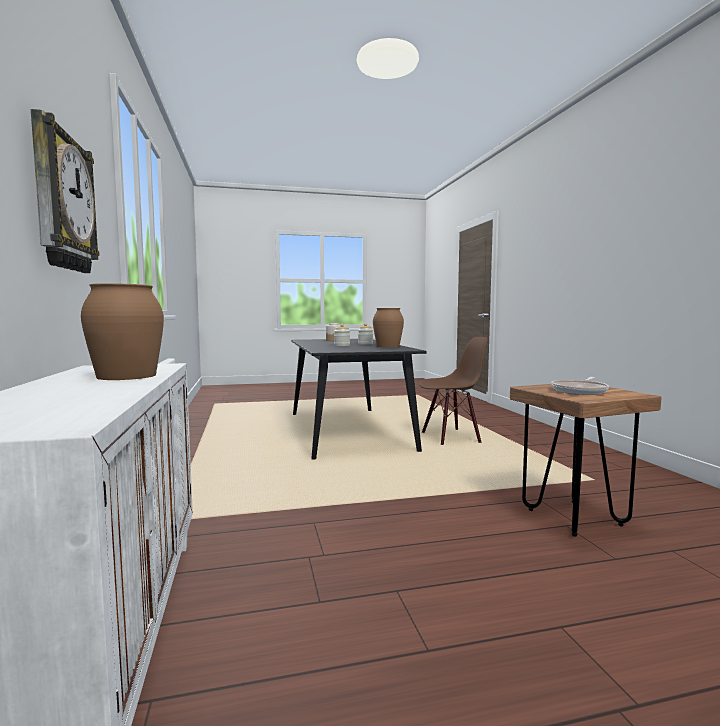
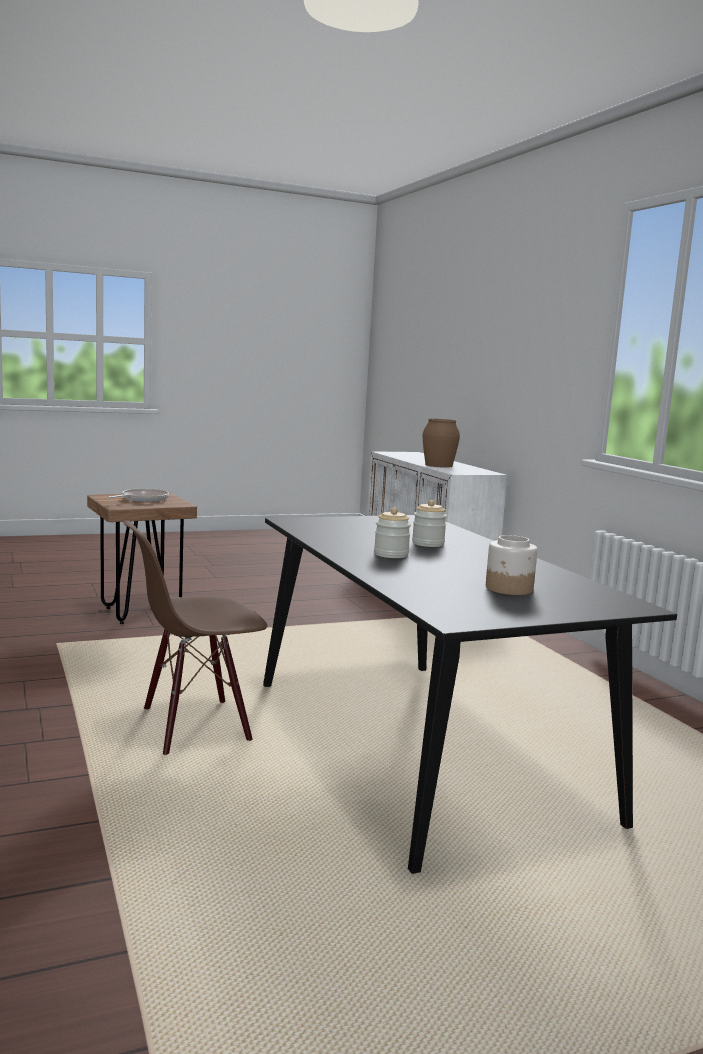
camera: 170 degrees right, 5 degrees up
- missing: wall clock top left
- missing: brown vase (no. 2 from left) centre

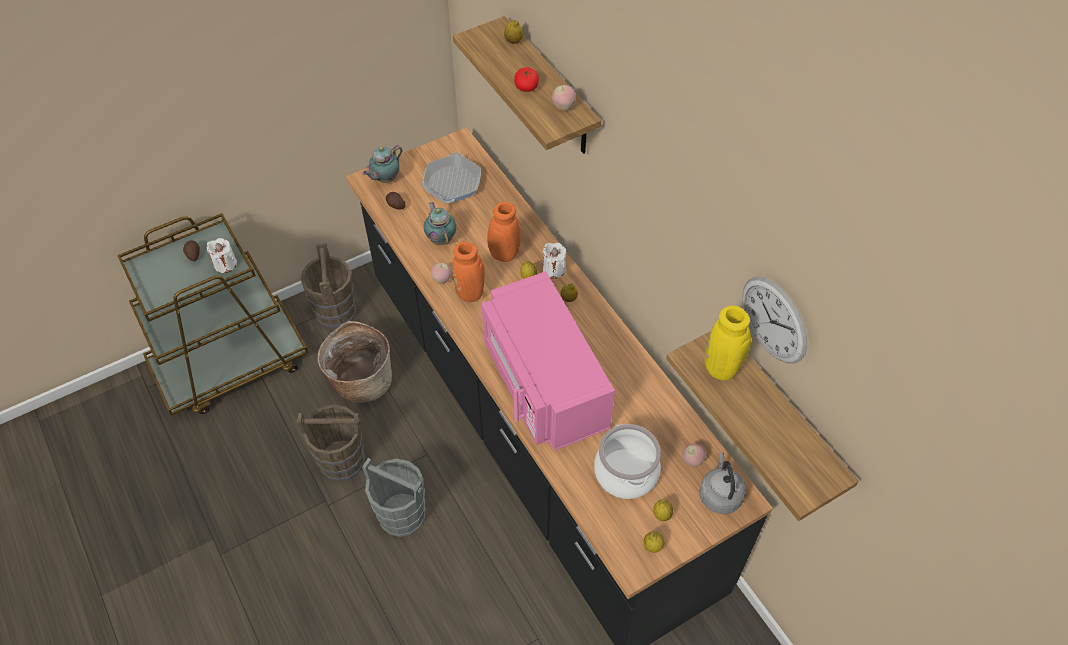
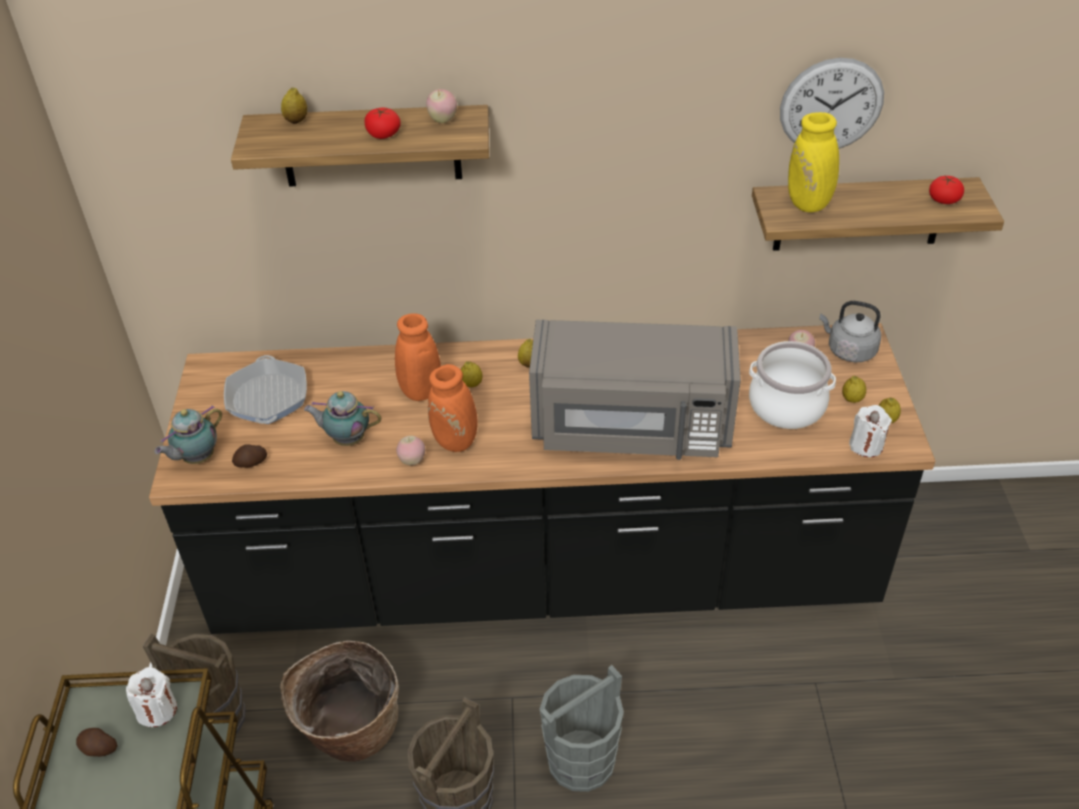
camera: 60 degrees left, 10 degrees down
- spun: teapot (no. 1 from left) top centre = middle left 60 degrees clockwise
- spun: frying pan top centre = middle left 135 degrees counterclockwise
- relocated: white candle (no. 2 from left) centre to middle right
- colour: pink microwave centre to grey microwave centre
- appeared: tomato (no. 2 from left) top right

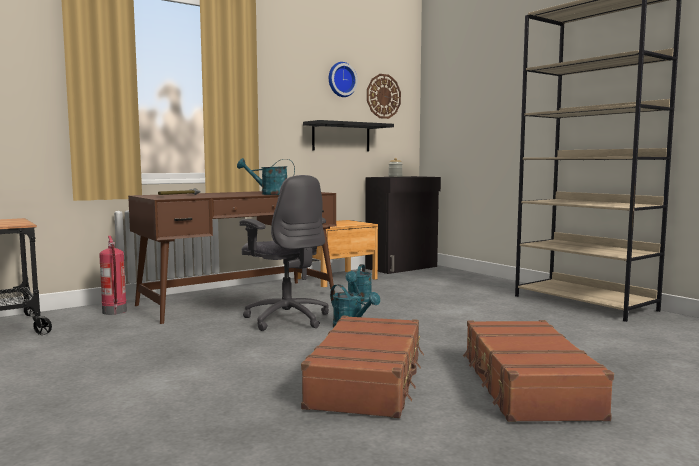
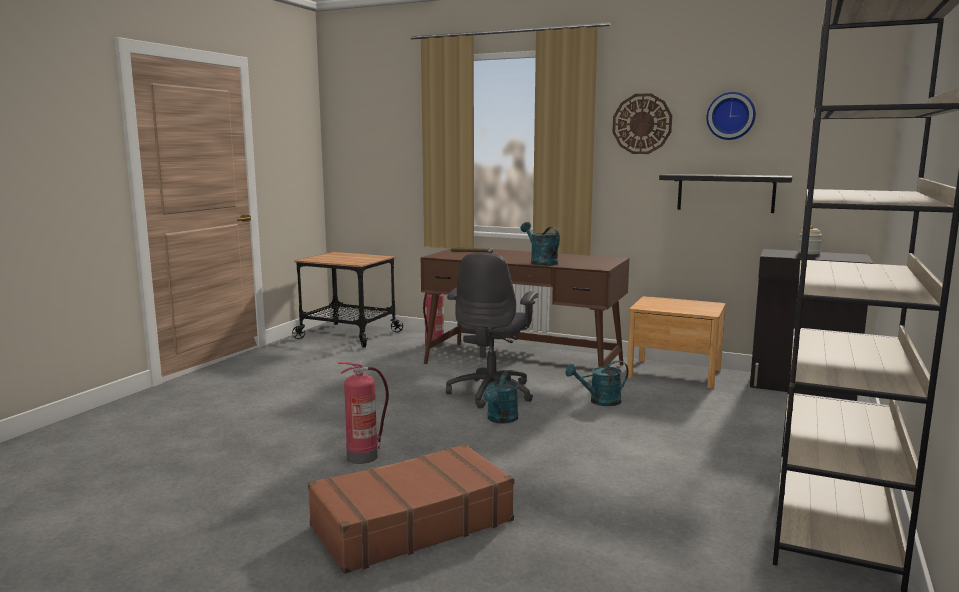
camera: 60 degrees right, 5 degrees up
- relocated: wall clock (no. 2 from left in the first image) top centre to wall clock (no. 1 from left) top right
- exchanged: brown suitcase (no. 1 from left) bottom centre to fire extinguisher (no. 1 from left) bottom centre

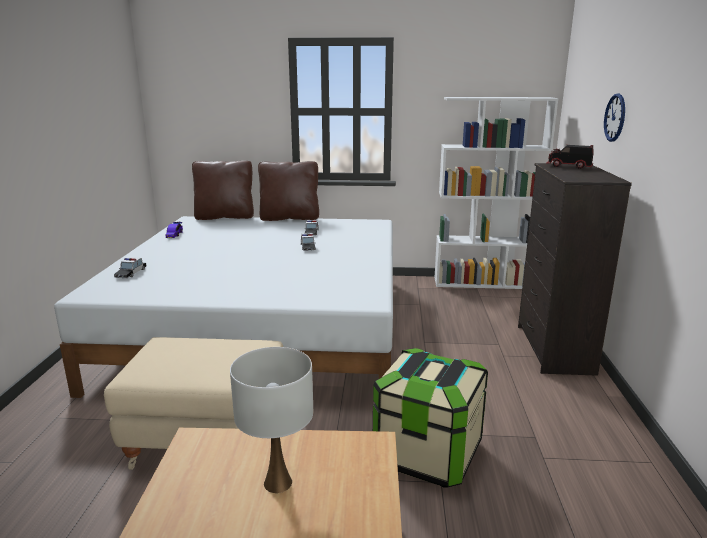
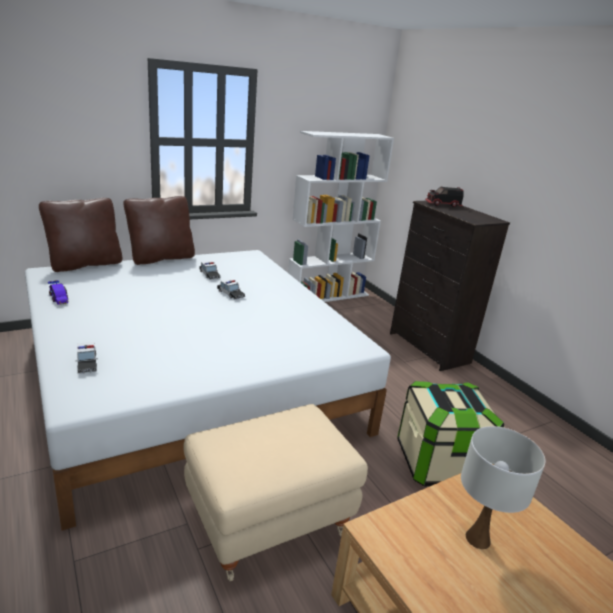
camera: 35 degrees left, 5 degrees up
- missing: wall clock top right

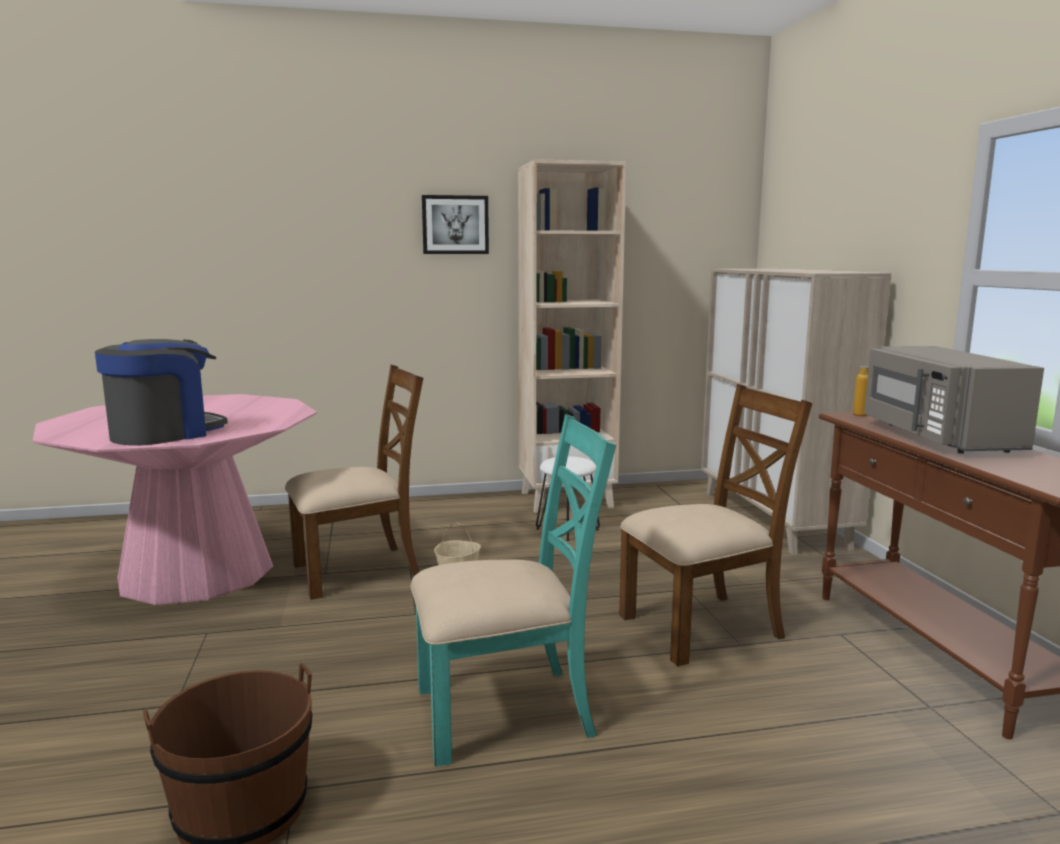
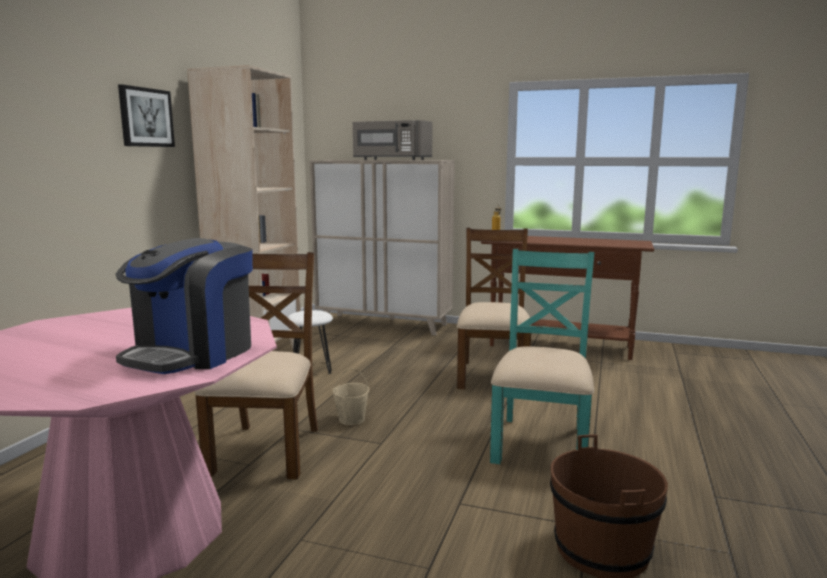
camera: 60 degrees left, 0 degrees up
- spun: coffee machine middle left = middle left 135 degrees counterclockwise
- relocated: grey microwave middle right to top centre

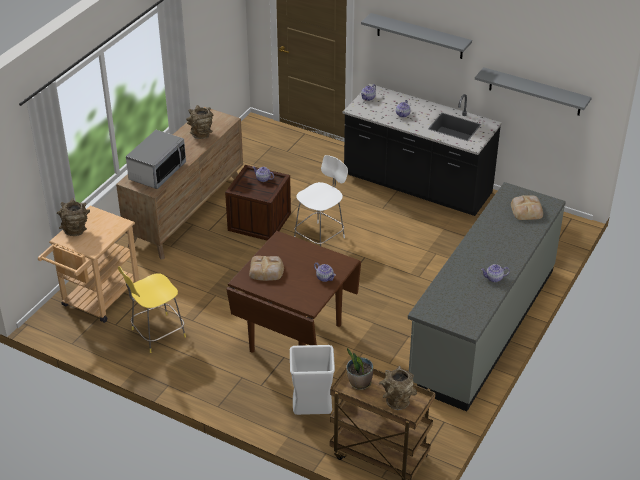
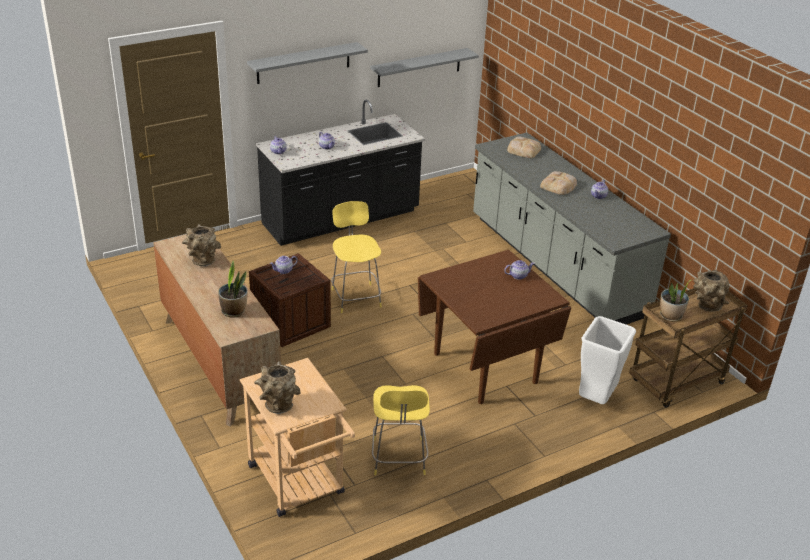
camera: 60 degrees left, 5 degrees down
- exchanged: microwave top left to potted plant (no. 1 from left) middle left
- colour: white stool centre to yellow stool (no. 1 from left) centre
- relocated: bread (no. 1 from left in the first image) centre to bread (no. 2 from left) top right

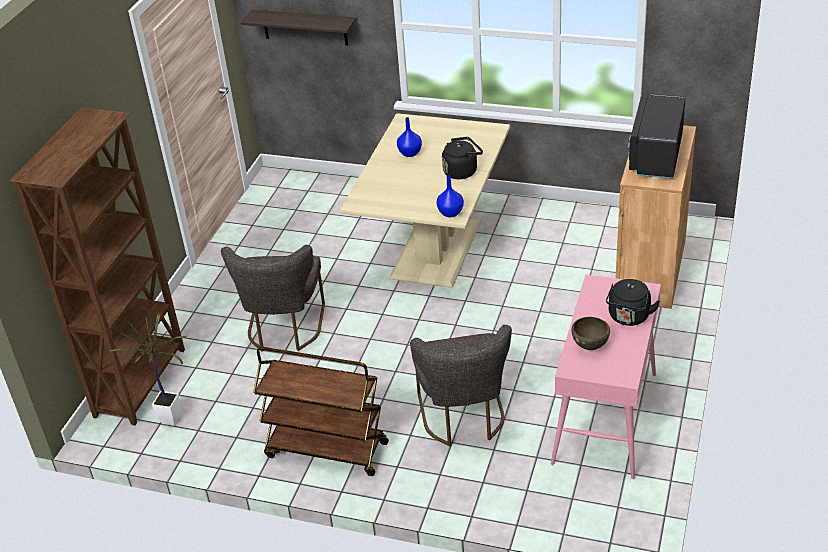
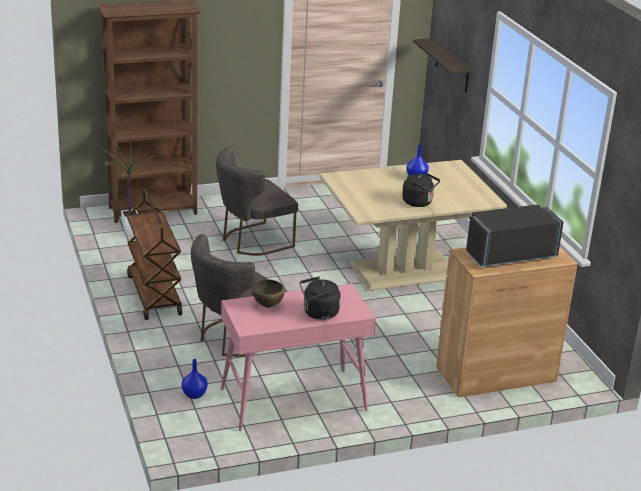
camera: 50 degrees right, 10 degrees down
- relocated: blue vase (no. 2 from left in the first image) centre to blue vase (no. 1 from left) bottom left

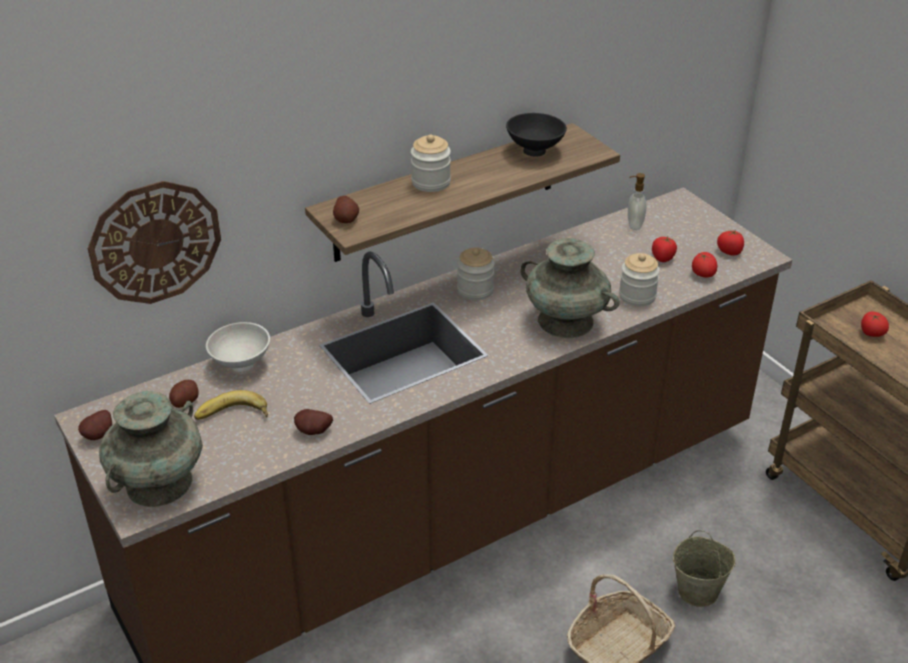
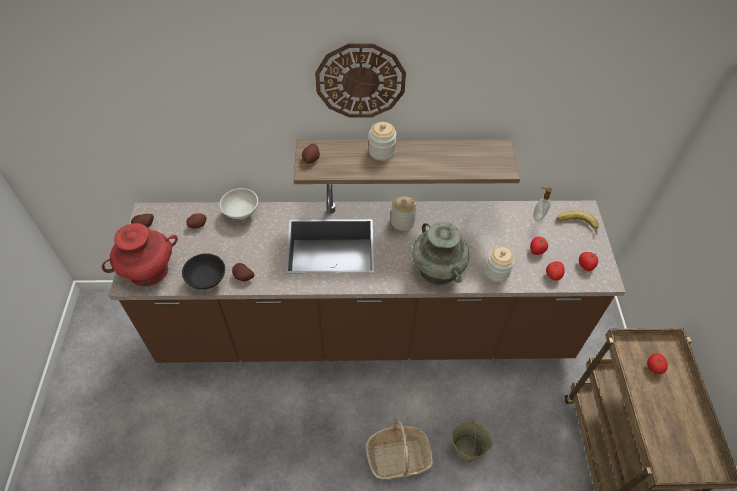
camera: 30 degrees right, 15 degrees up
- relocated: black bowl top centre to middle left
- relocated: wall clock middle left to top centre
- relocated: banana middle left to middle right
- colour: turquoise vase (no. 1 from left) bottom left to red vase middle left

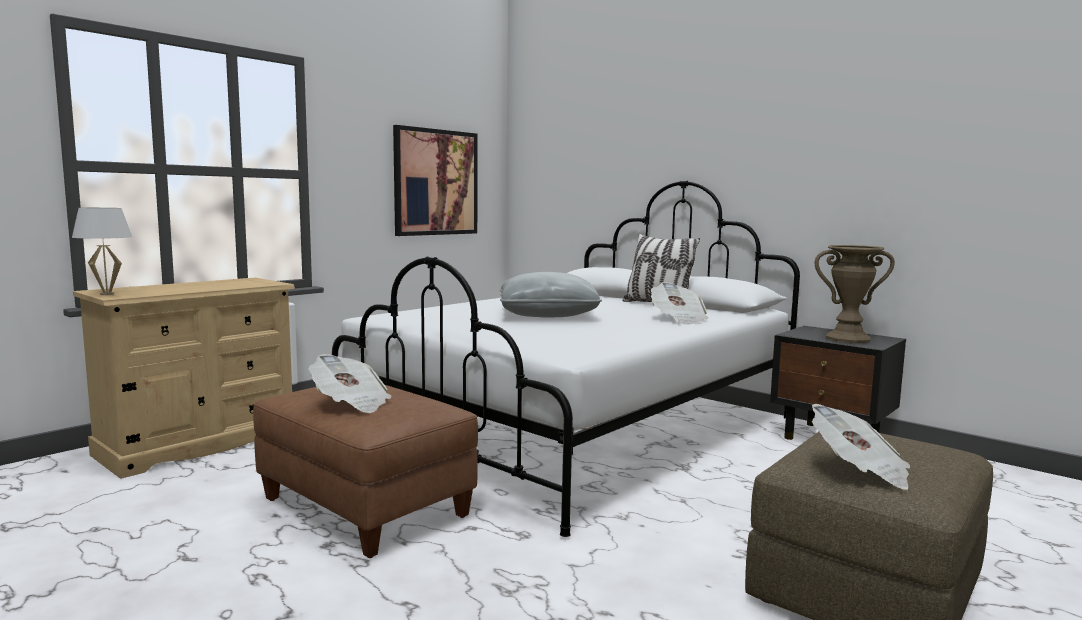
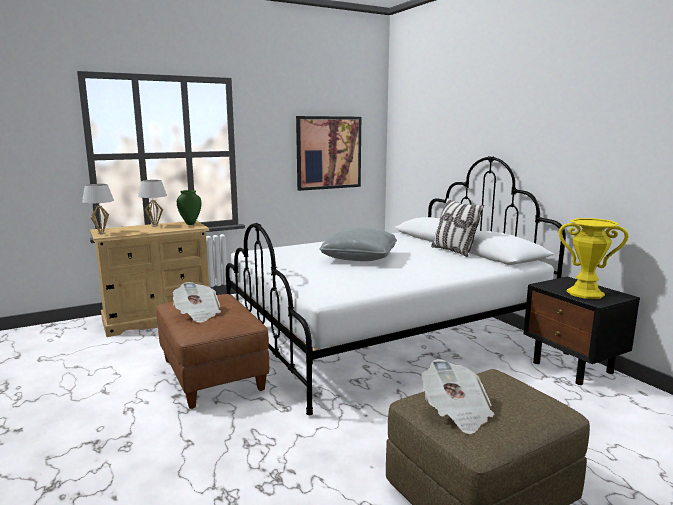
camera: 20 degrees right, 5 degrees up
- colour: brown vase middle right to yellow vase middle right
- missing: newspaper (no. 2 from left) centre
- appeared: white table lamp (no. 2 from left) middle left
- appeared: green vase middle left

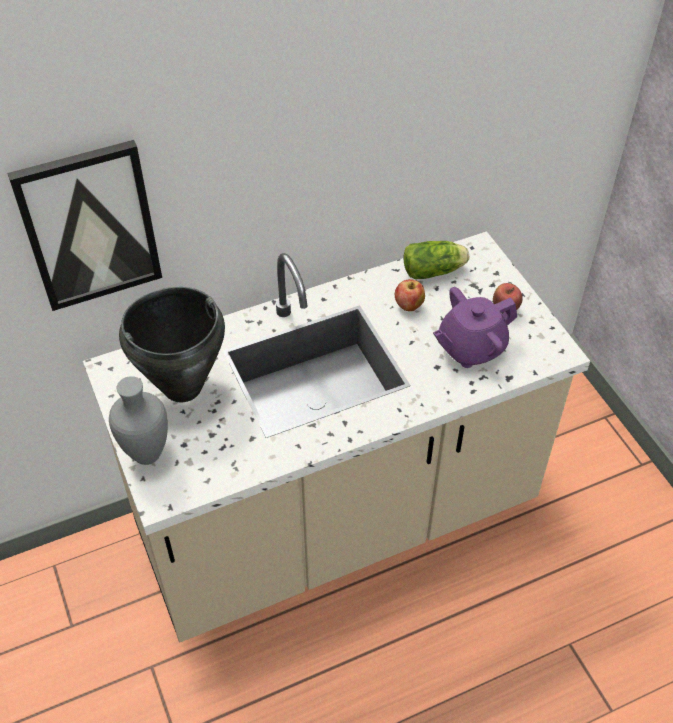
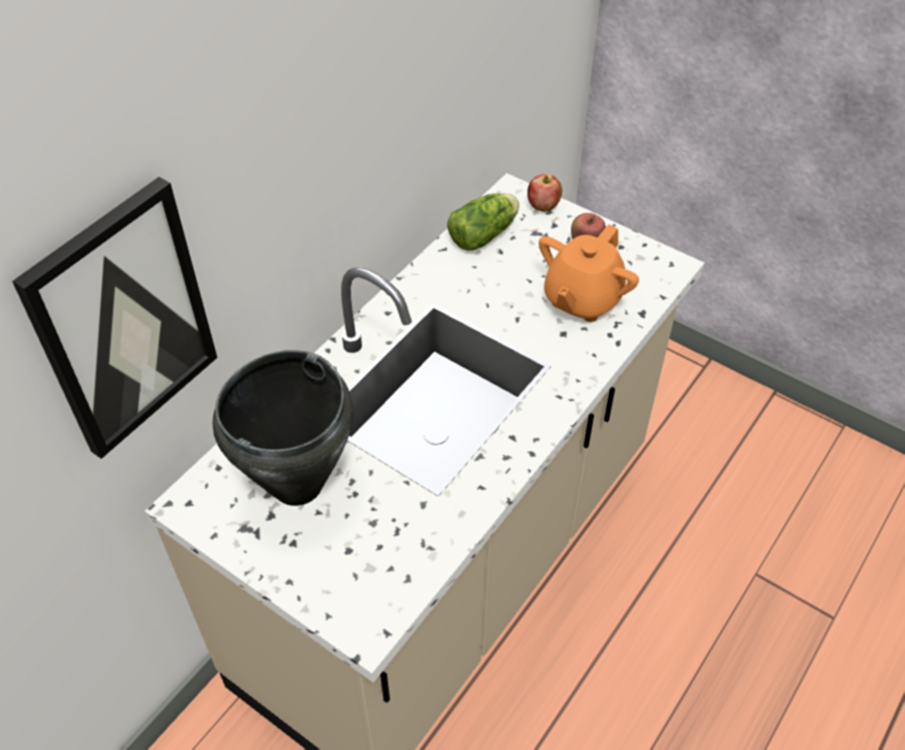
camera: 30 degrees left, 0 degrees up
- relocated: apple (no. 1 from left) centre to top centre
- colour: purple teapot middle right to orange teapot centre
- missing: grey vase middle left

